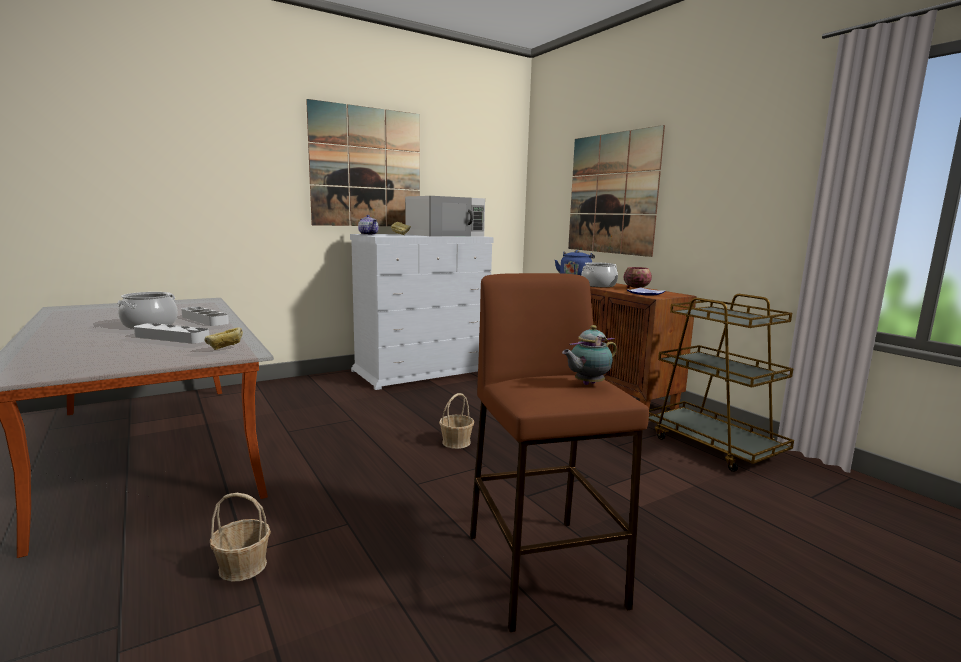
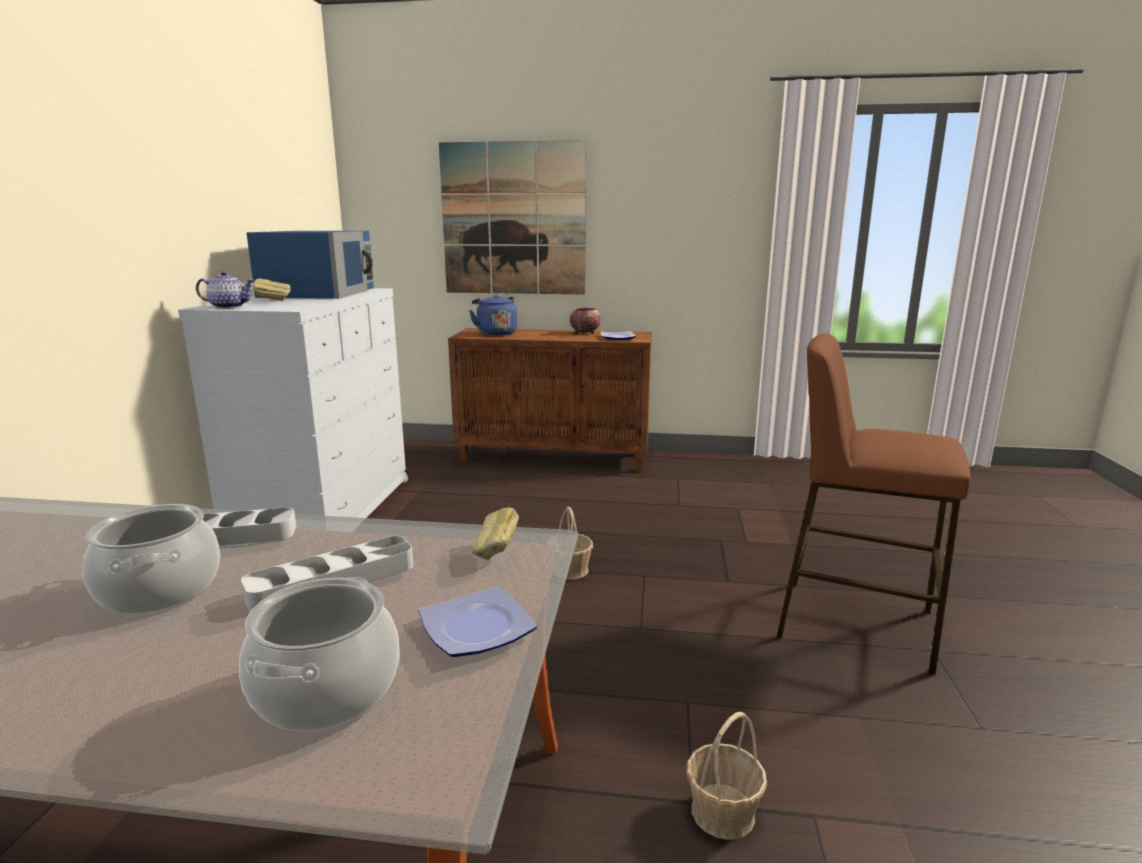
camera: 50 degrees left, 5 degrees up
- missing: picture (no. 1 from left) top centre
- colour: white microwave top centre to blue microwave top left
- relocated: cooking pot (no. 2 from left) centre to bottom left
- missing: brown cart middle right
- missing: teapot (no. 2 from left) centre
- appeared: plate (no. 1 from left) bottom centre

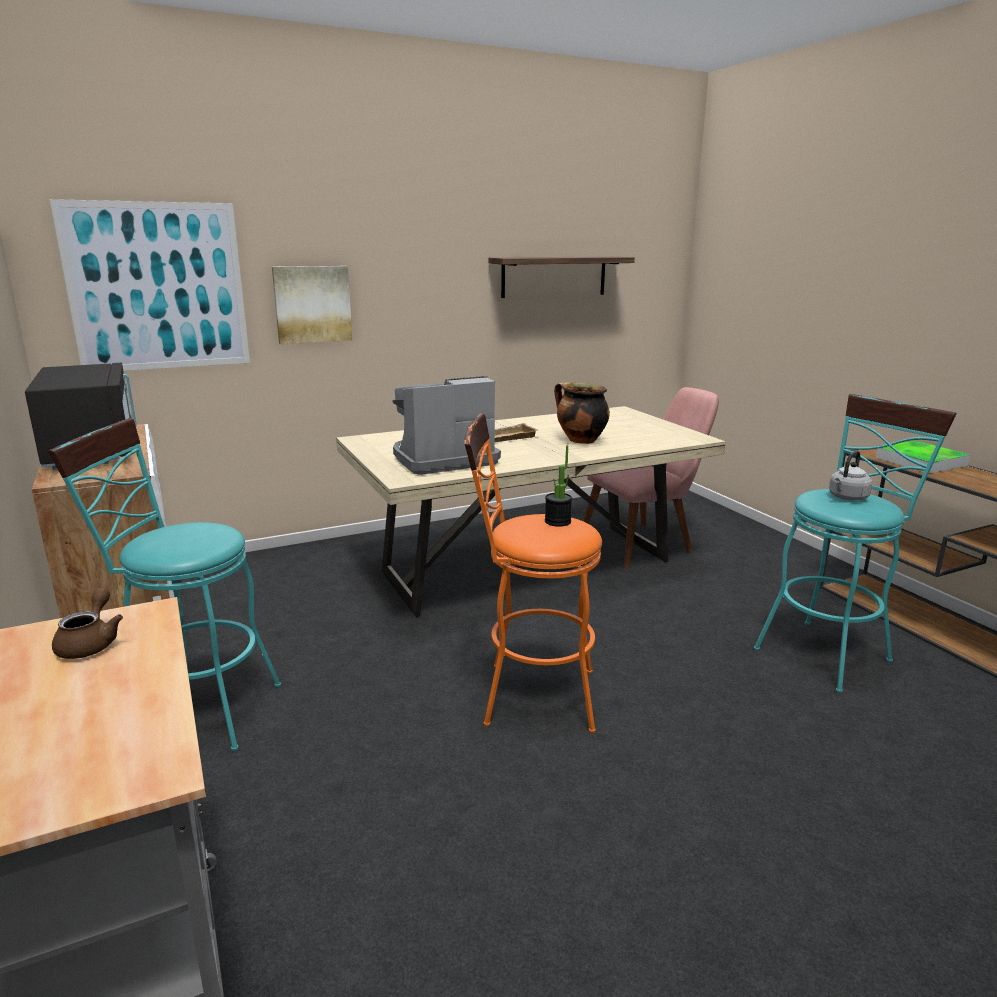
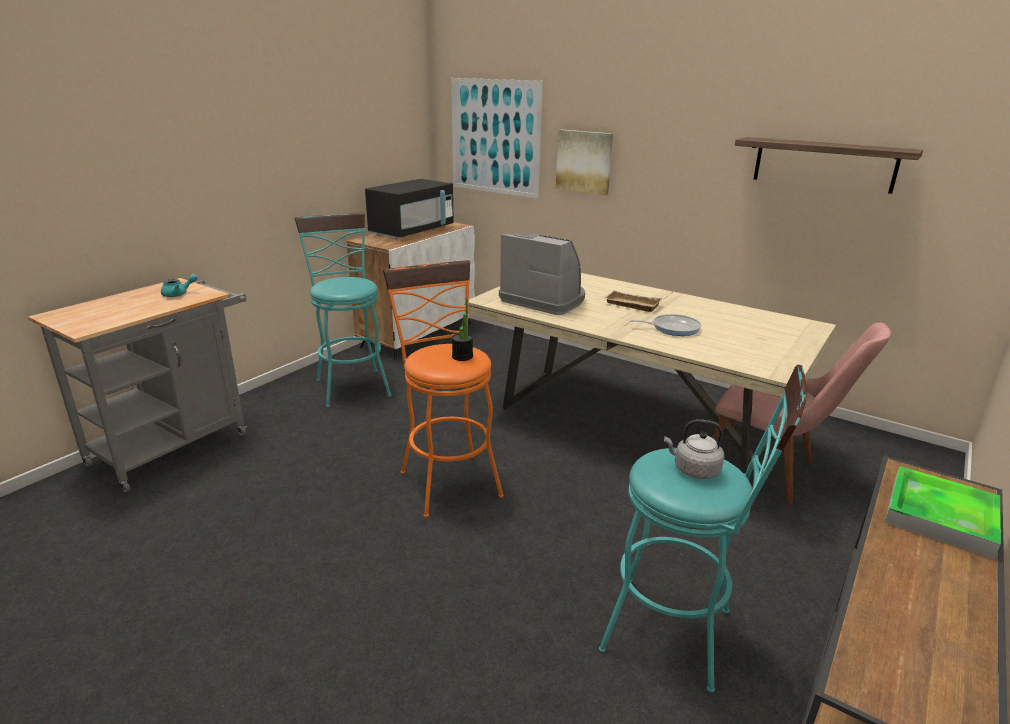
camera: 60 degrees right, 5 degrees up
- exchanged: cooking pot centre to frying pan centre
- colour: brown teapot middle left to turquoise teapot middle left

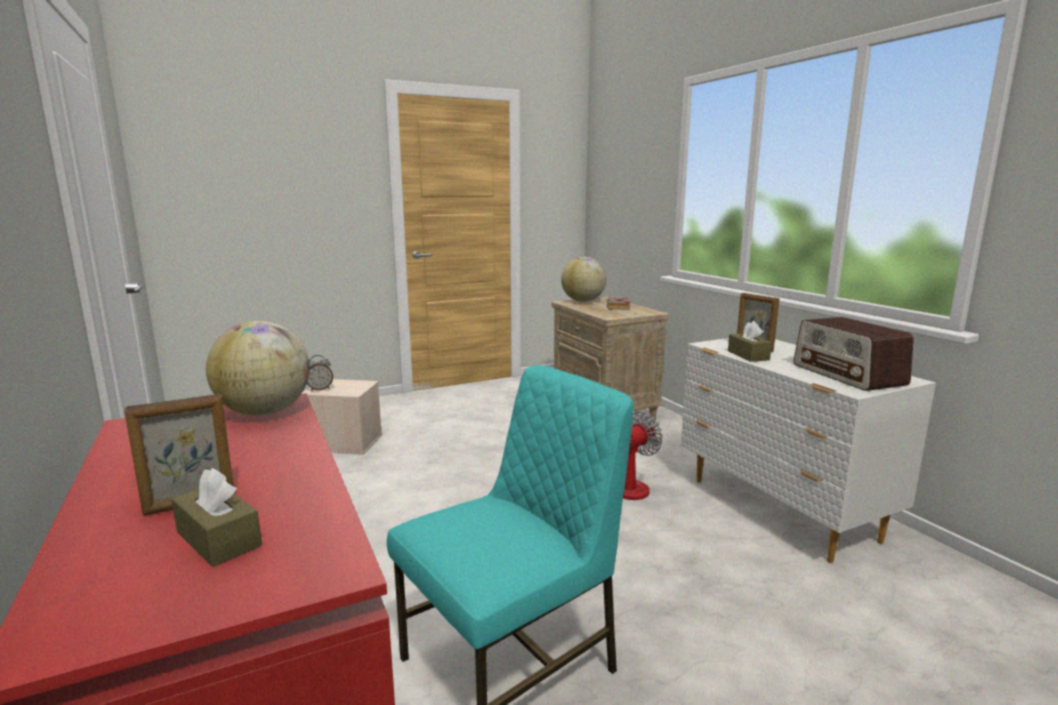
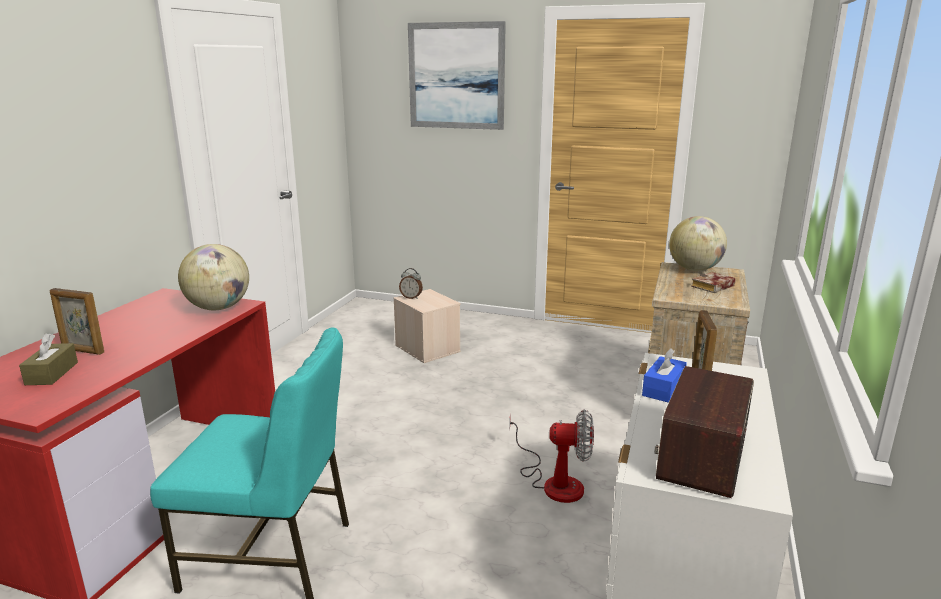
camera: 45 degrees right, 5 degrees up
- colour: brown tissue box (no. 2 from left) middle right to blue tissue box middle right
- appeared: picture top centre

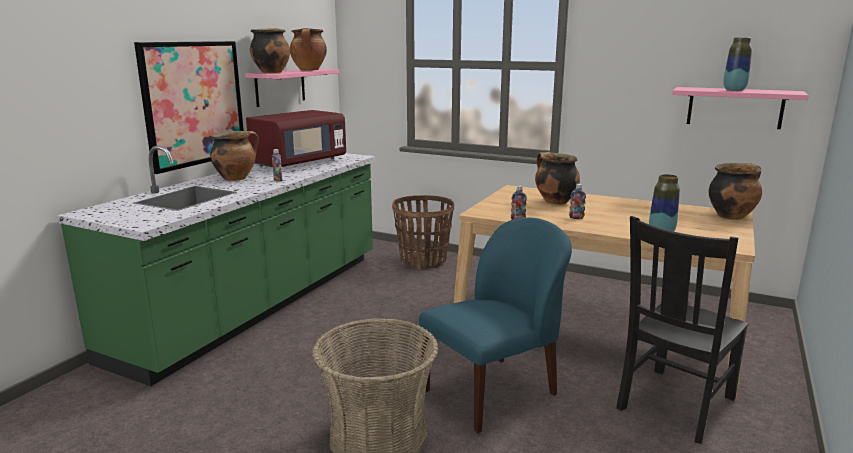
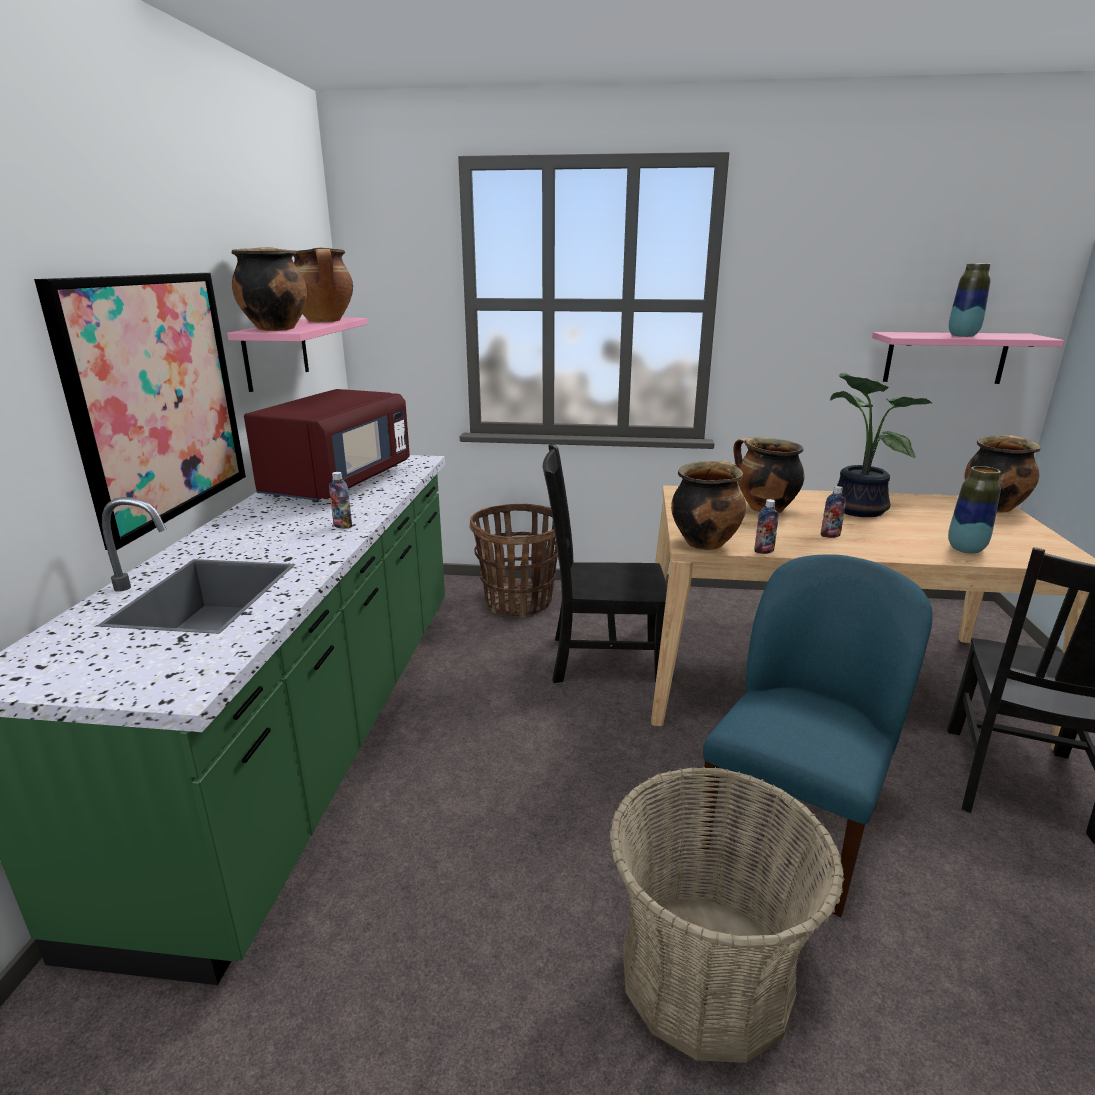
camera: 20 degrees left, 5 degrees up
- relocated: cooking pot (no. 1 from left in the first image) middle left to cooking pot (no. 3 from left) centre
- appeared: potted plant middle right
- appeared: black chair (no. 1 from left) centre

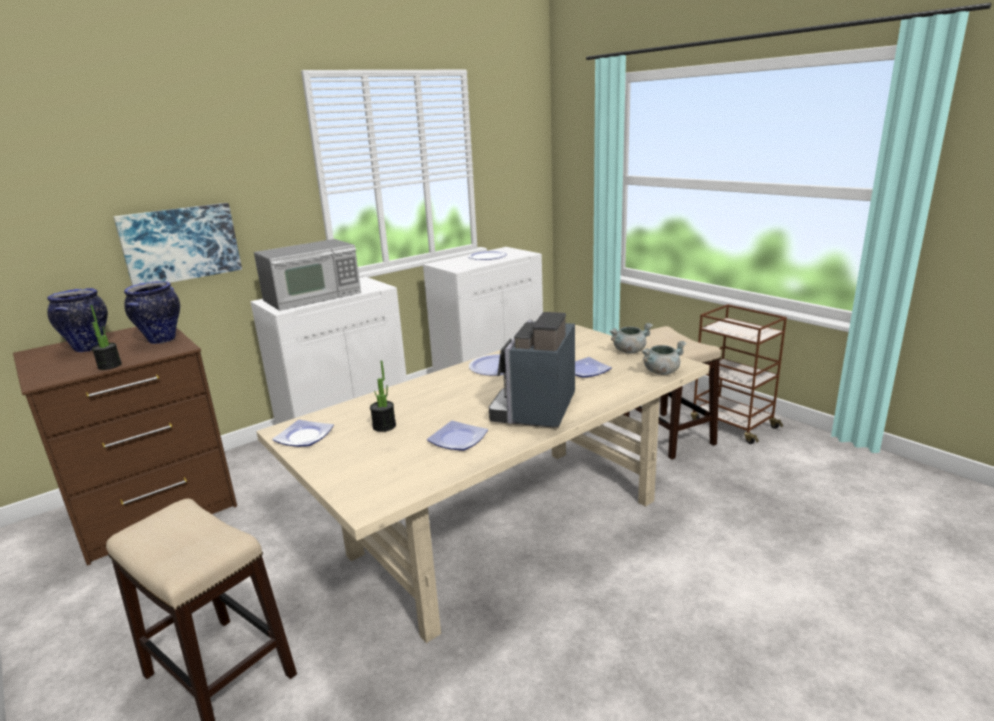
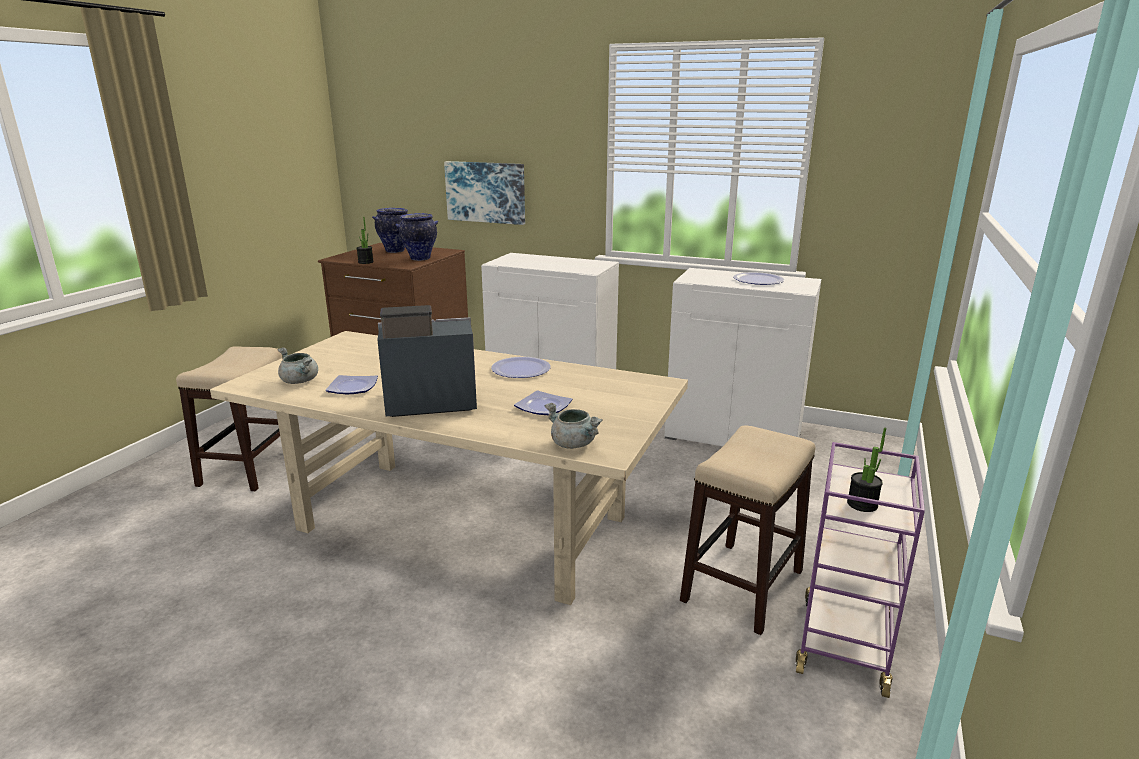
camera: 60 degrees right, 0 degrees up
- missing: microwave middle left
- colour: brown cart middle right to purple cart bottom right
- relocated: grey cooking pot (no. 1 from left) centre to middle left
- relocated: potted plant (no. 2 from left) centre to middle right
- missing: plate (no. 1 from left) middle left

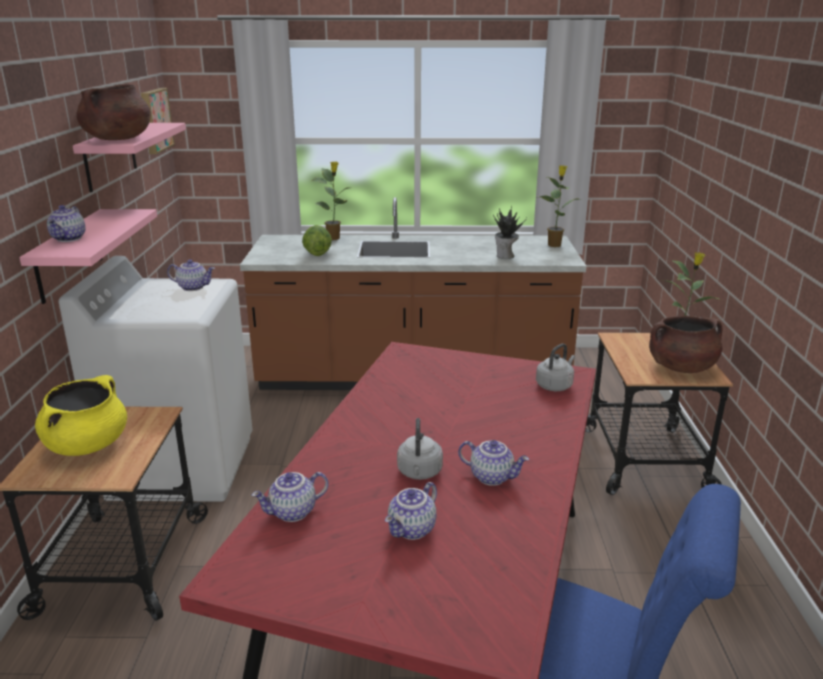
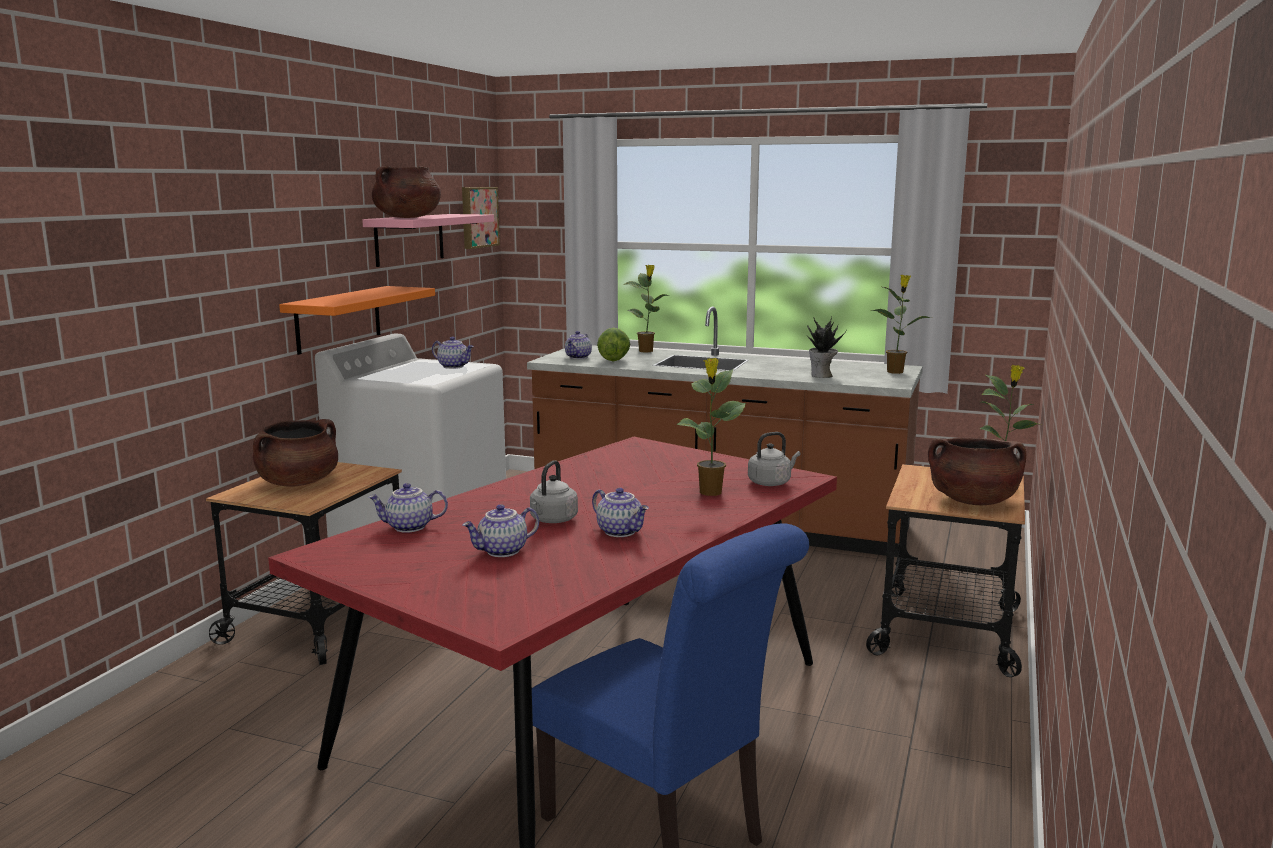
camera: 20 degrees right, 10 degrees down
- relocated: teapot (no. 1 from left in the first image) top left to teapot (no. 4 from left) centre
- colour: pink shelf (no. 1 from left) middle left to orange shelf middle left
- colour: yellow cooking pot middle left to brown cooking pot (no. 1 from left) middle left
- appeared: potted plant (no. 2 from left) centre

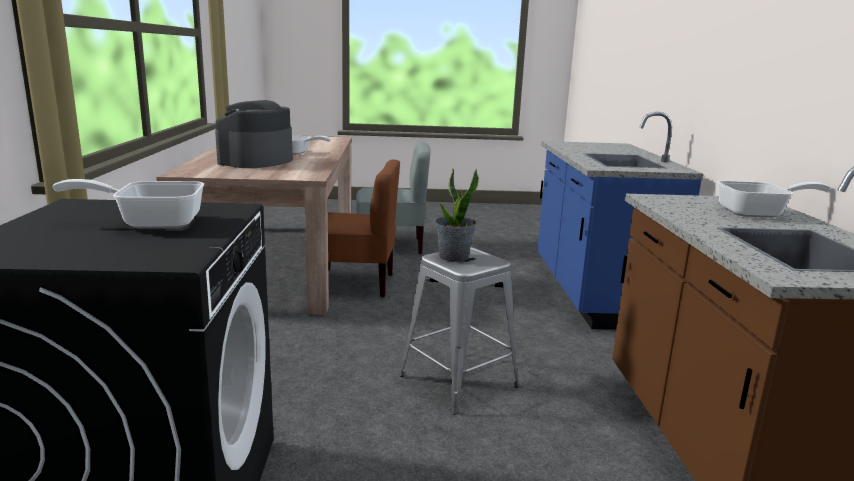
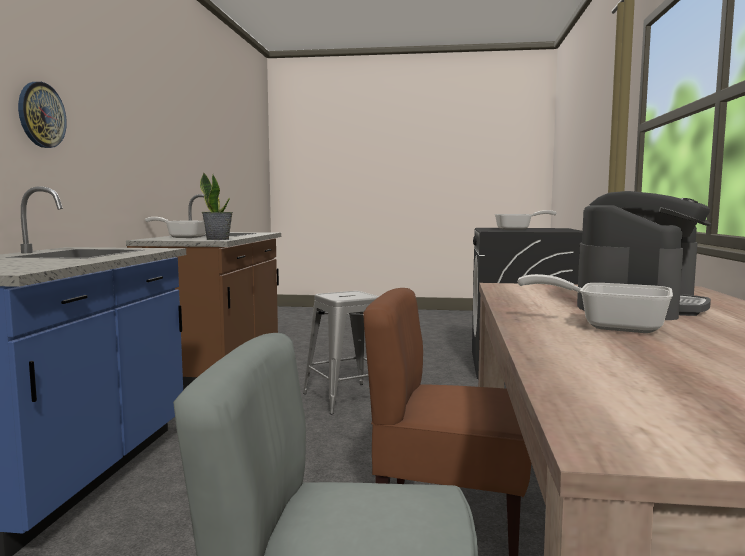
camera: 170 degrees left, 10 degrees down
- relocated: potted plant centre to middle left
- appeared: wall clock top left

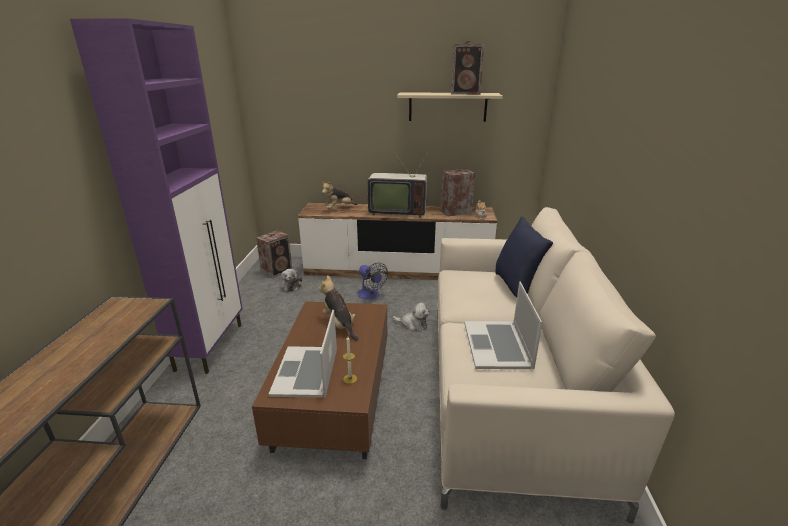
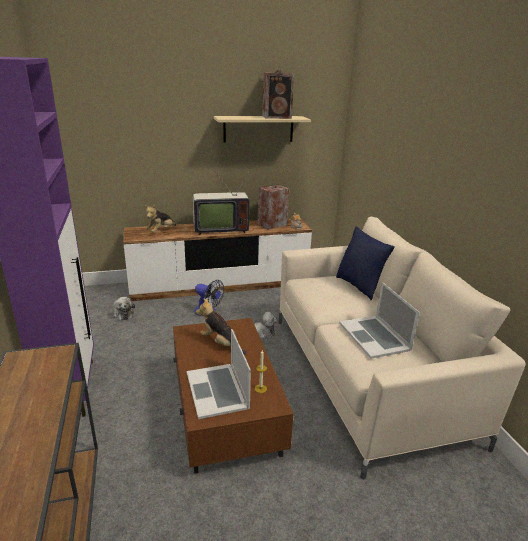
camera: 20 degrees left, 0 degrees up
- missing: speaker (no. 1 from left) centre

